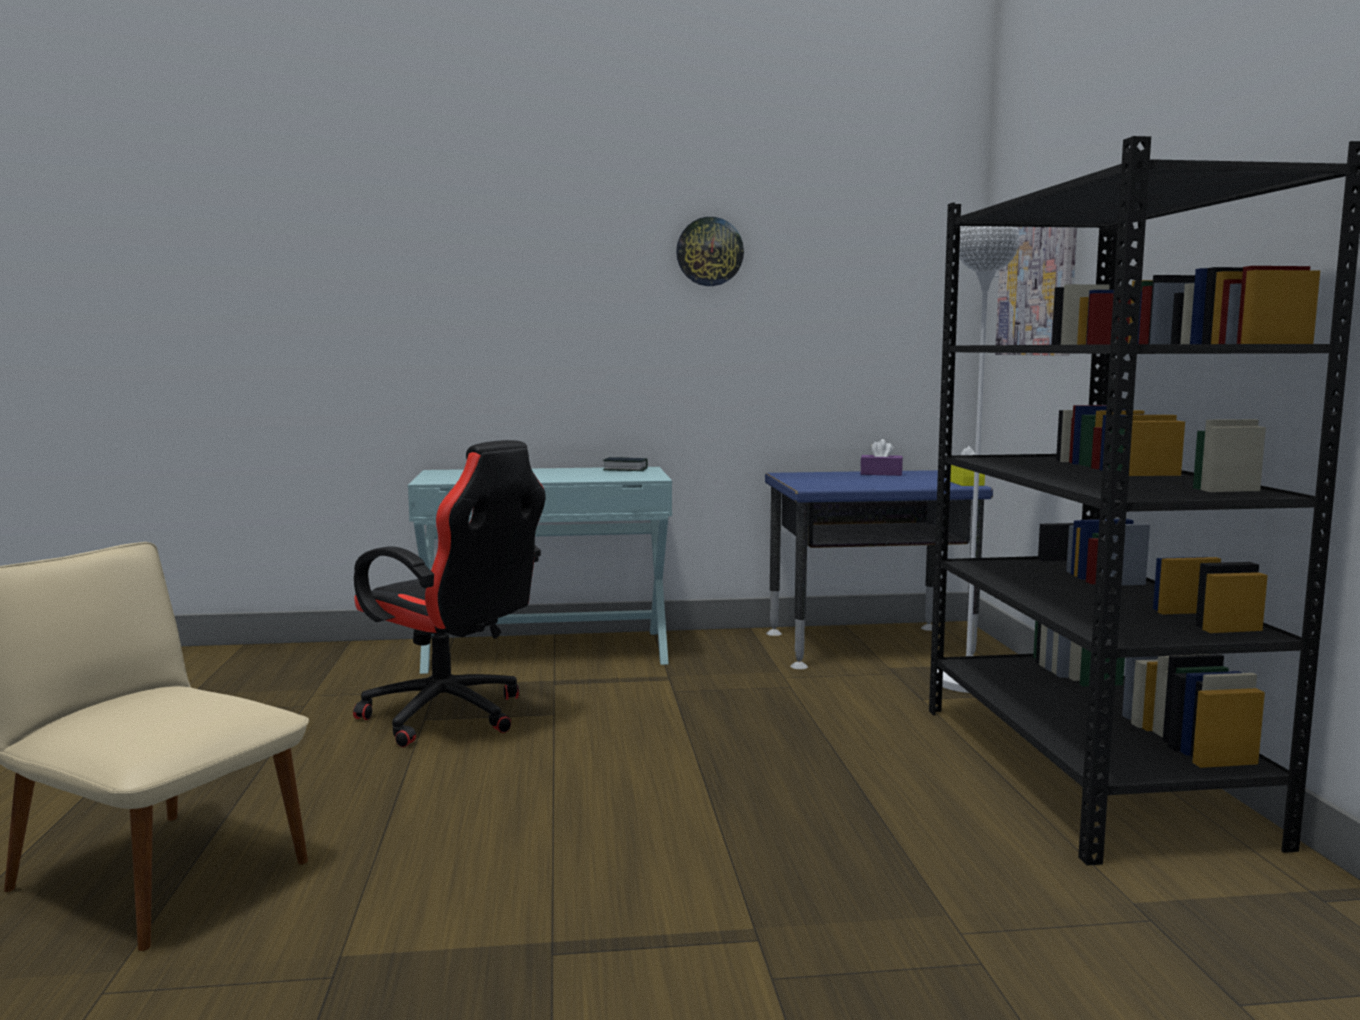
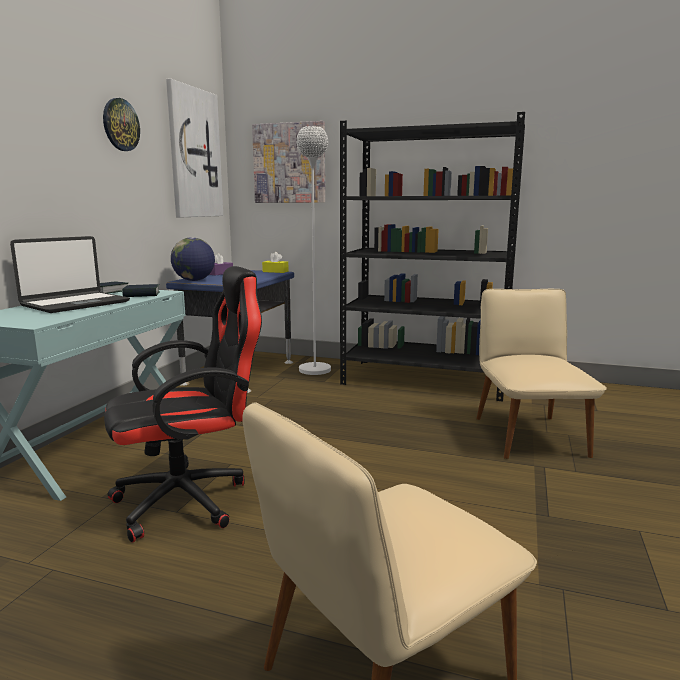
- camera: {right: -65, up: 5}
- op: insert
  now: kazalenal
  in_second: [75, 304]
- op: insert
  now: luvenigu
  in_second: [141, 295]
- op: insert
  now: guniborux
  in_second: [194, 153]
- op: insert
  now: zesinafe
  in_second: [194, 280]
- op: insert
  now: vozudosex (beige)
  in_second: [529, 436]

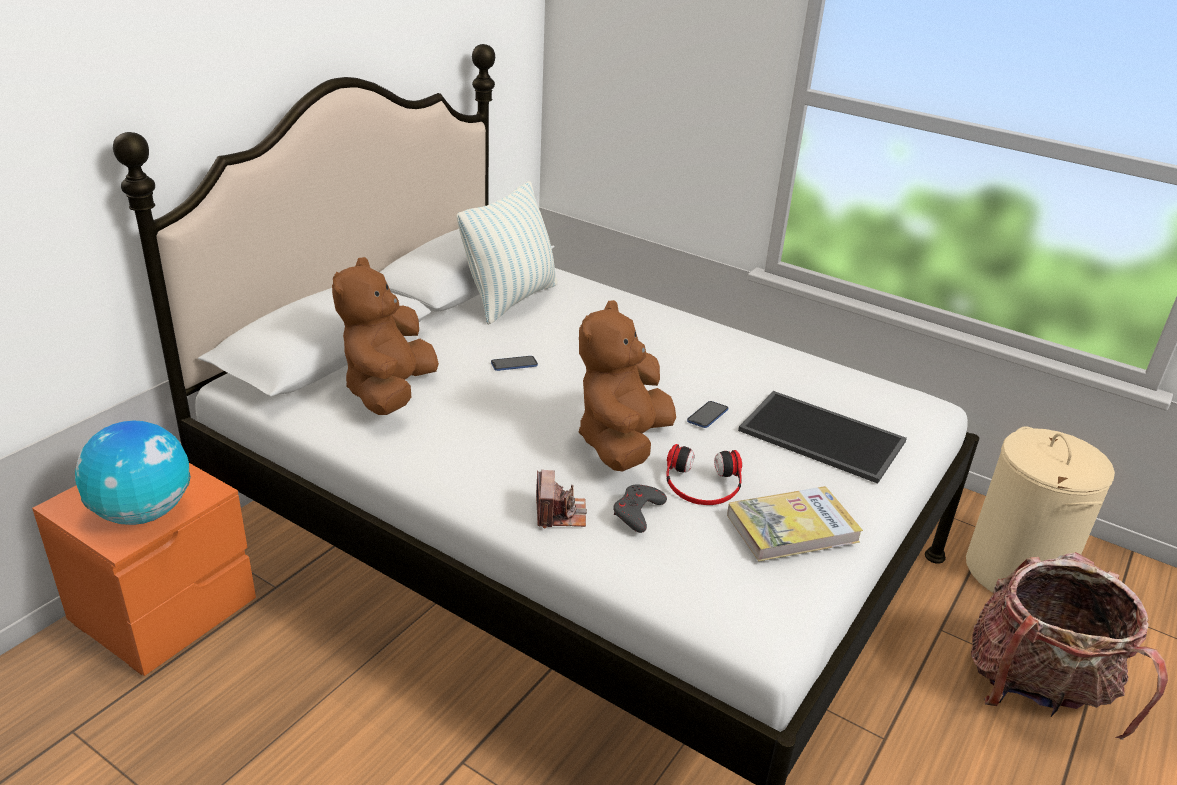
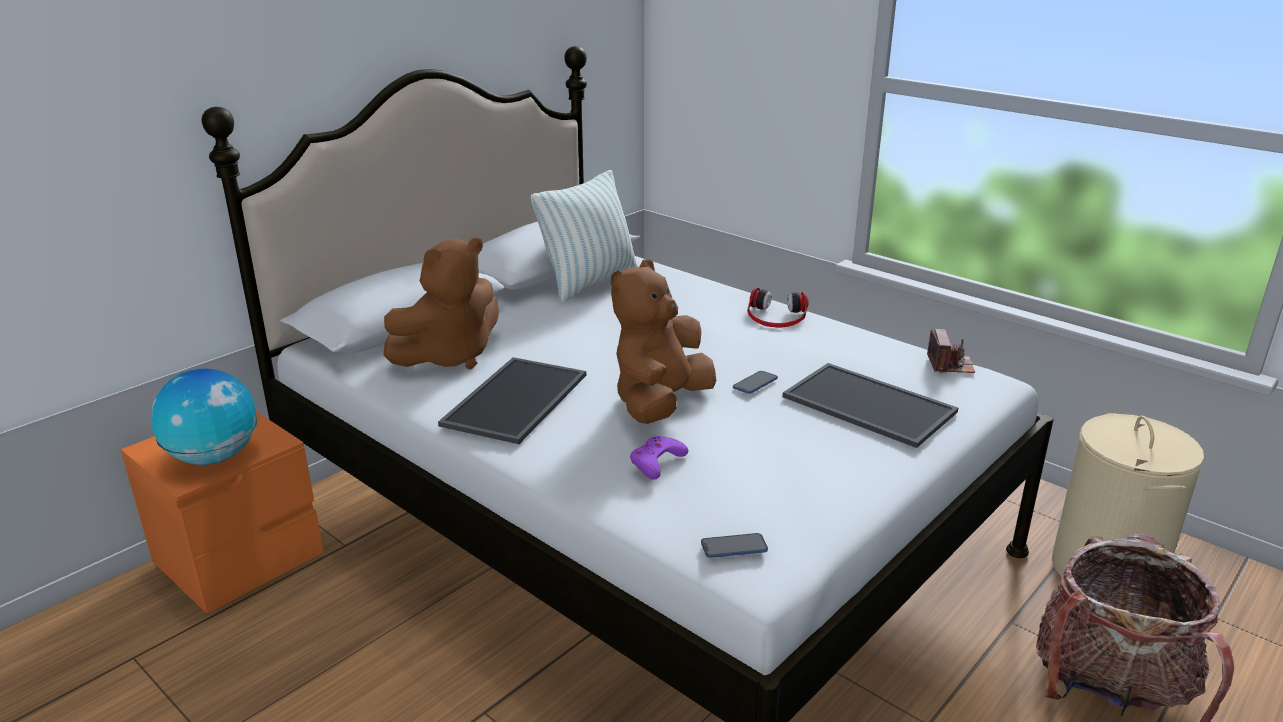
- camera: {right: 10, up: -5}
- op: delete
  was: luvenigu
  in_first: [792, 528]
- op: insert
  now: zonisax
  in_second: [517, 401]
- op: move
  was: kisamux
  in_first: [514, 364]
  in_second: [734, 547]
- op: move
  was: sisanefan
  in_first: [560, 513]
  in_second: [950, 365]
- op: move
  was: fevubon
  in_first: [702, 483]
  in_second: [776, 316]
- op: recolor
  was: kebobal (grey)
  now: kebobal (purple)
  in_first: [637, 512]
  in_second: [656, 462]
- op: rotate
  was: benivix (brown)
  in_first: [389, 392]
  in_second: [450, 356]
  clockwise: -150

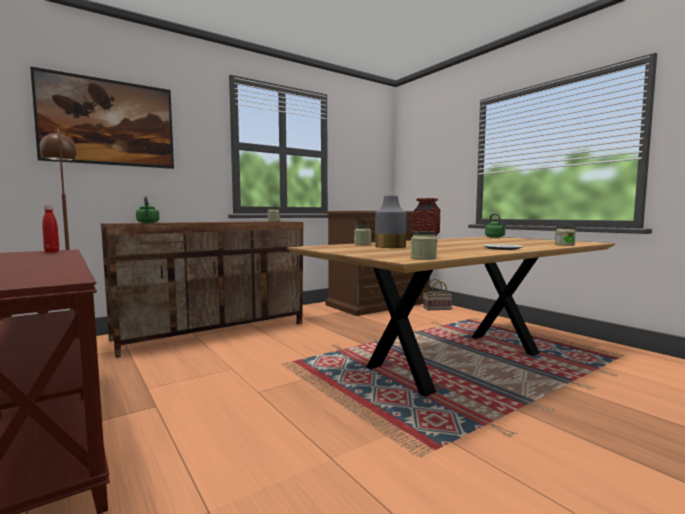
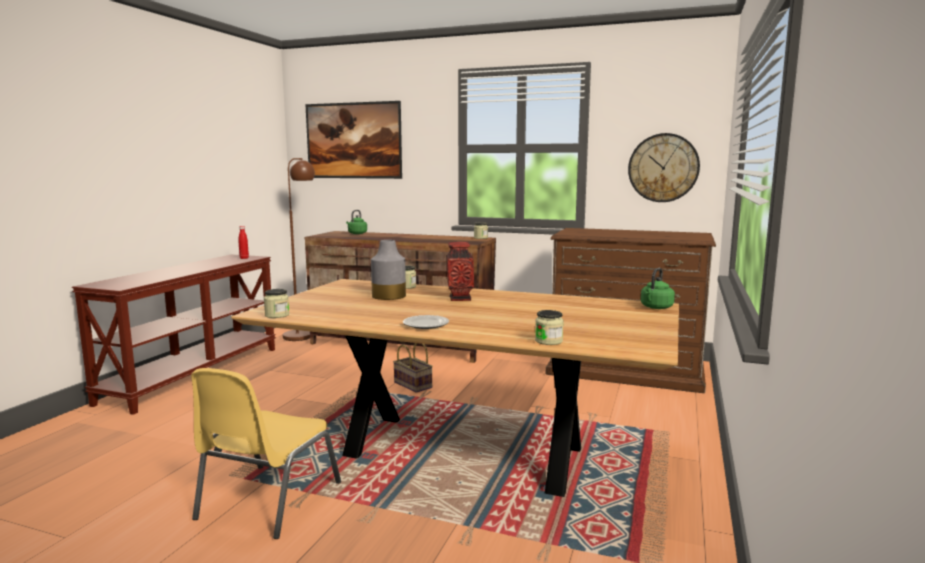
- camera: {right: 55, up: 5}
- op: insert
  now: vozudosex (yellow)
  in_second: [267, 501]
- op: insert
  now: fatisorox
  in_second: [663, 168]
- op: move
  was: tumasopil
  in_first: [437, 308]
  in_second: [414, 385]

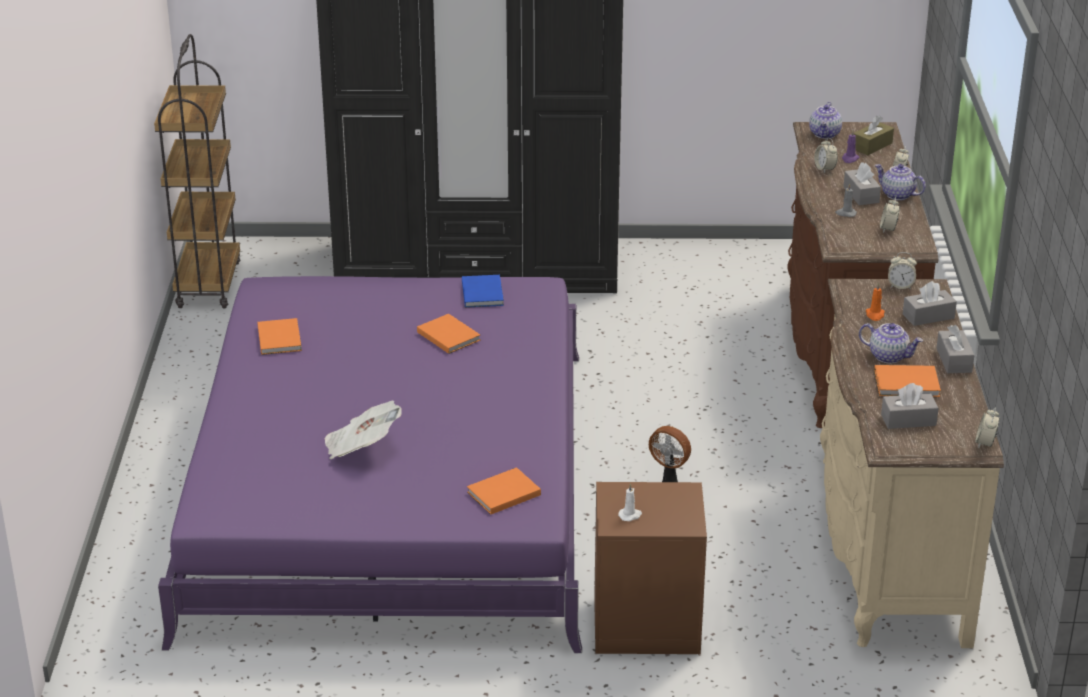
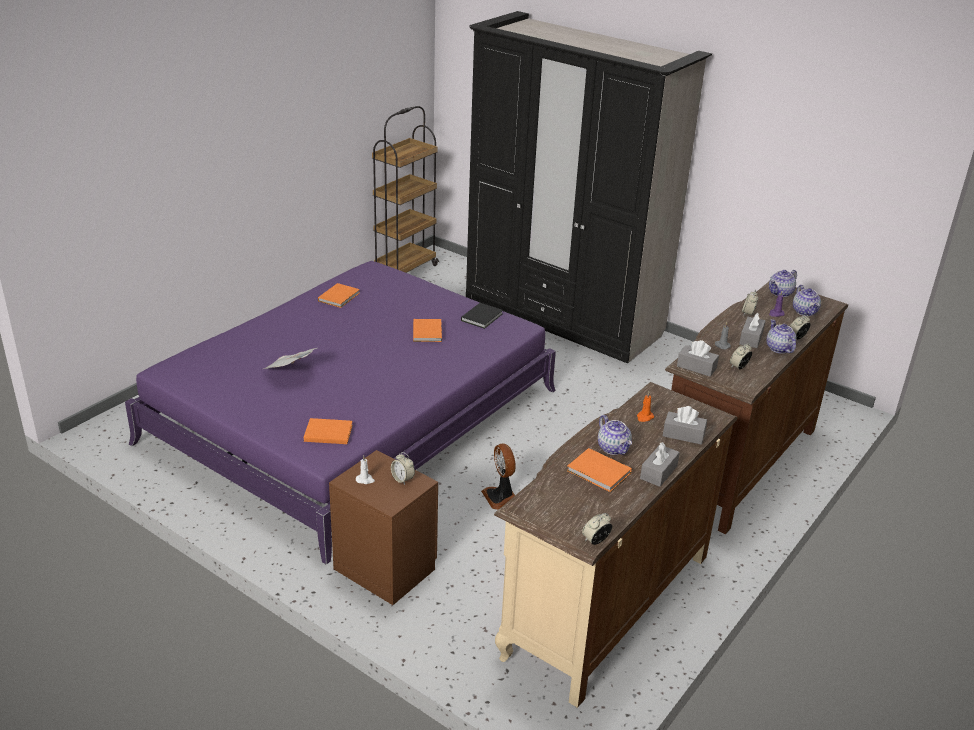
- camera: {right: 35, up: 0}
- op: move
  was: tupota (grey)
  in_first: [908, 420]
  in_second: [696, 367]
- op: move
  was: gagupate
  in_first: [900, 286]
  in_second: [402, 479]
- op: replace
  was: tupota (brown)
  now: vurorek
  in_first: [872, 146]
  in_second: [805, 312]
- op: recolor
  was: luvenigu (blue)
  now: luvenigu (black)
  in_first: [483, 293]
  in_second: [483, 317]

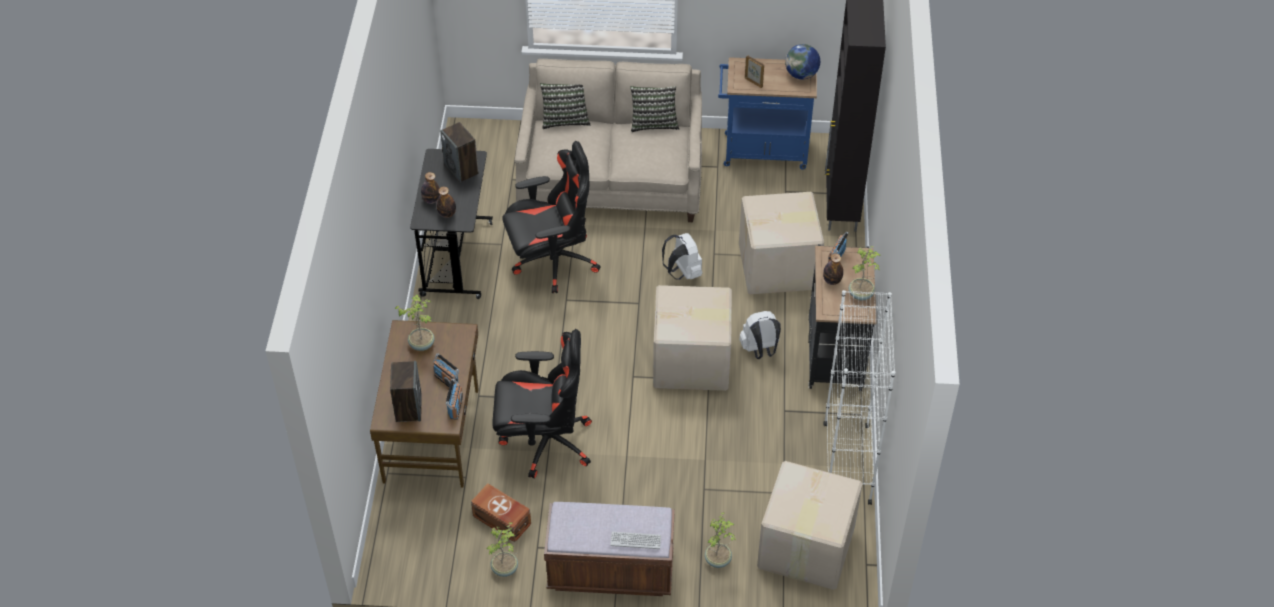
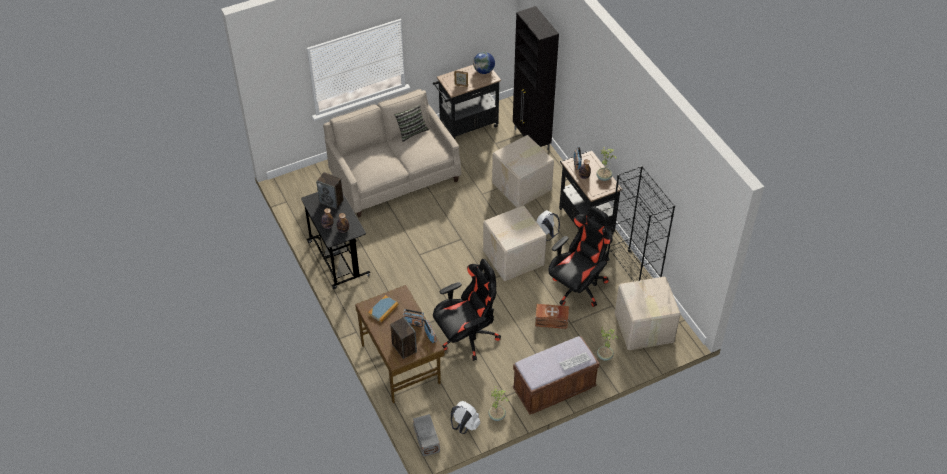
- camera: {right: -30, up: 0}
- op: delete
  was: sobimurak
  in_first: [565, 119]
- op: insert
  now: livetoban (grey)
  in_second: [426, 440]
- op: move
  was: livetoban (brown)
  in_first: [502, 521]
  in_second: [552, 321]
- op: move
  was: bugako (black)
  in_first: [550, 264]
  in_second: [576, 290]
- op: move
  was: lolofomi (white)
  in_first: [683, 272]
  in_second: [464, 426]
- op: replace
  was: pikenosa
  now: luvenigu
  in_first: [421, 344]
  in_second: [383, 309]
- op: recolor
  was: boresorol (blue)
  now: boresorol (black)
  in_first: [762, 151]
  in_second: [466, 126]
- op: recolor
  was: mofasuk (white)
  now: mofasuk (black)
  in_first: [847, 462]
  in_second: [632, 274]

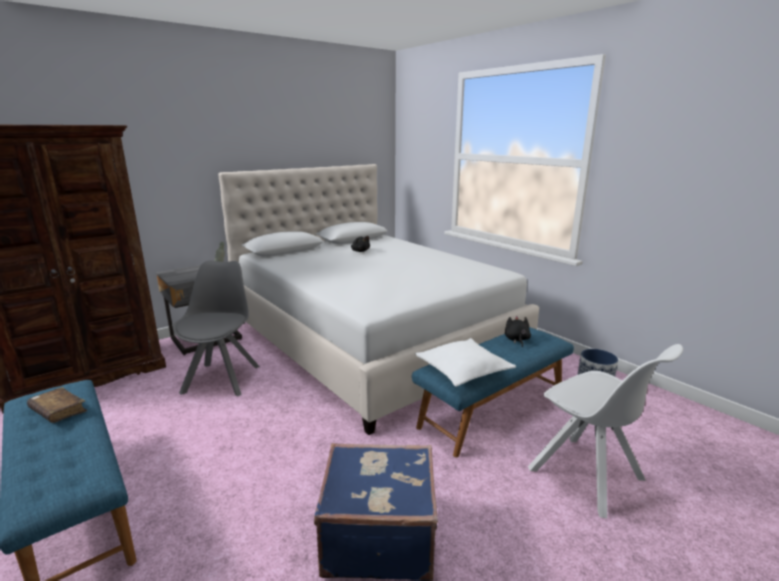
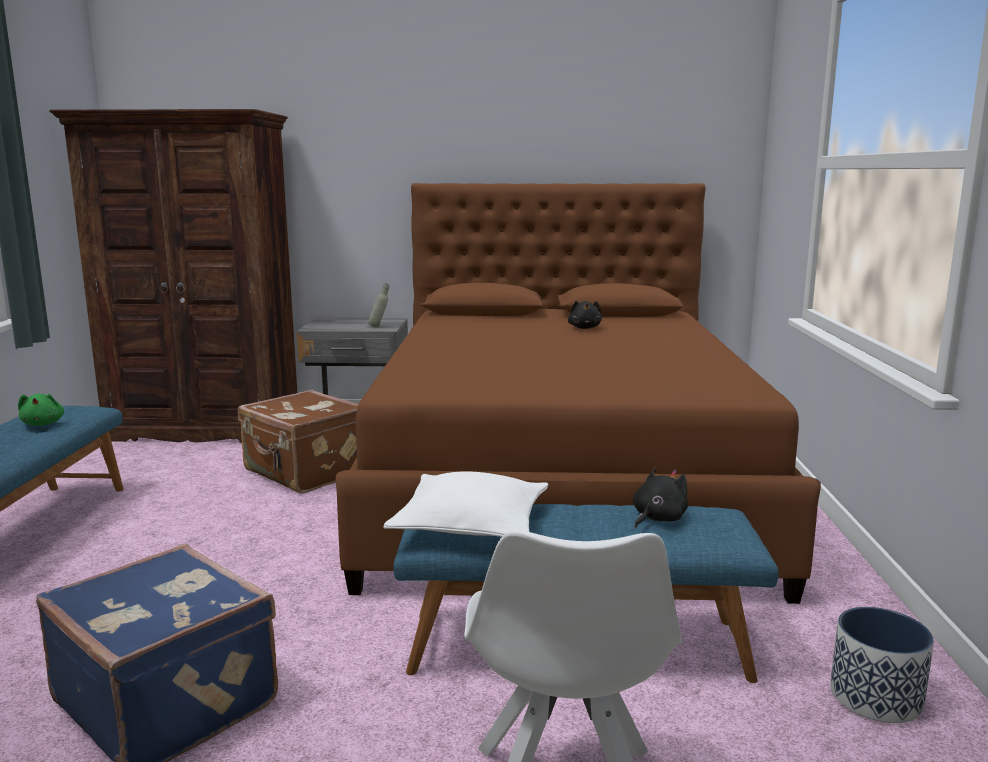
- camera: {right: 40, up: -5}
- op: replace
  was: luvenigu (brown)
  now: benivix (green)
  in_first: [58, 411]
  in_second: [43, 424]
- op: replace
  was: vozudosex (grey)
  now: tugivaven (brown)
  in_first: [222, 378]
  in_second: [306, 472]
- op: recolor
  was: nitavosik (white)
  now: nitavosik (brown)
  in_first: [372, 339]
  in_second: [560, 485]

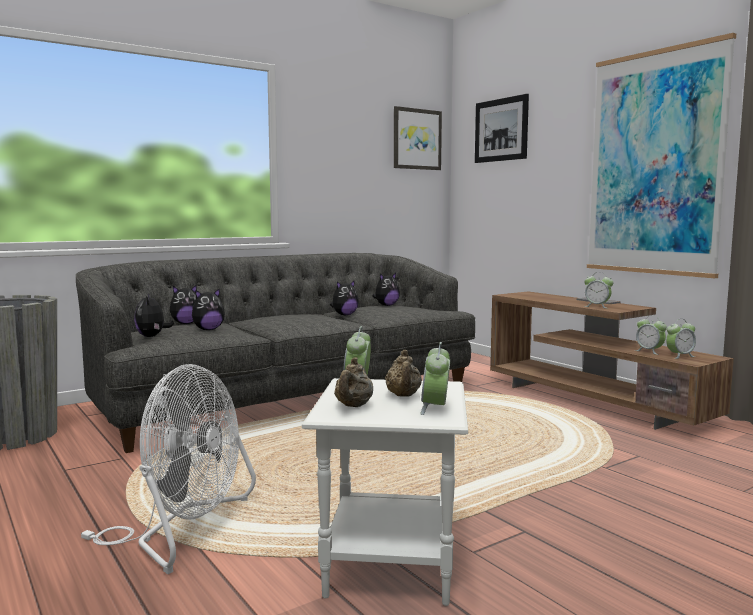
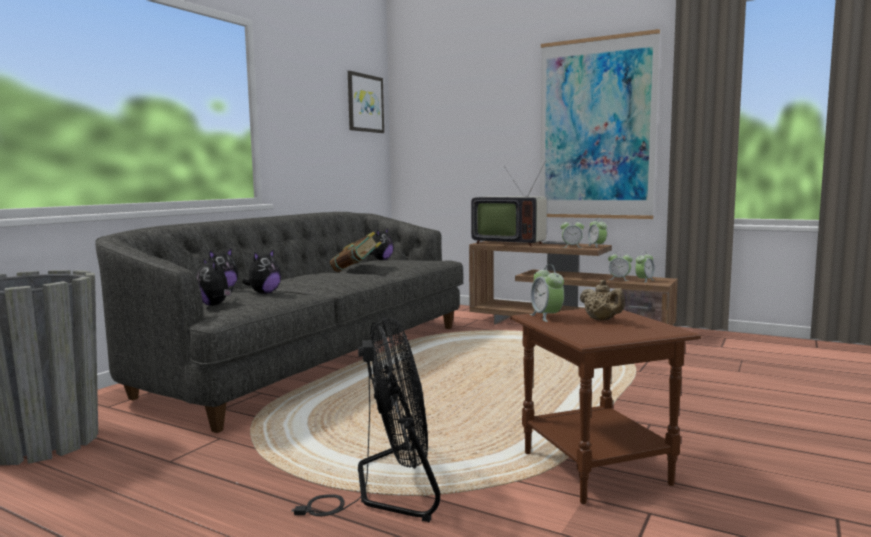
- camera: {right: -25, up: 0}
- op: delete
  was: vurorek (beige)
  in_first: [353, 406]
- op: delete
  was: guniborux
  in_first: [501, 130]
- op: insert
  now: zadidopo
  in_second: [509, 243]
- op: move
  was: gagupate
  in_first: [435, 408]
  in_second: [597, 246]
- op: replace
  was: benivix
  now: luvenigu
  in_first: [344, 315]
  in_second: [356, 271]
- op: recolor
  was: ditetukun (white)
  now: ditetukun (black)
  in_first: [180, 531]
  in_second: [384, 486]
- op: recolor
  was: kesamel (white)
  now: kesamel (brown)
  in_first: [390, 566]
  in_second: [596, 469]

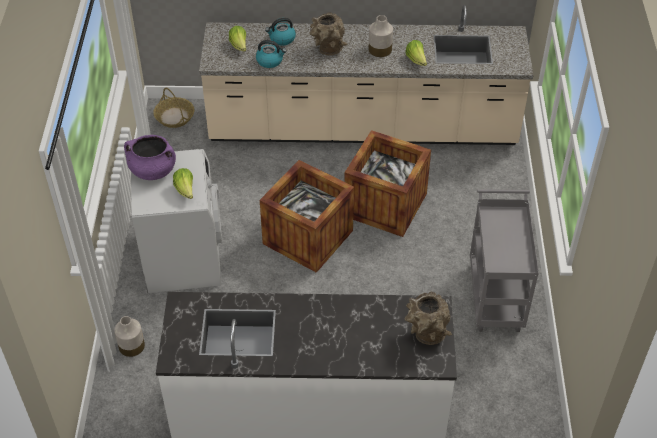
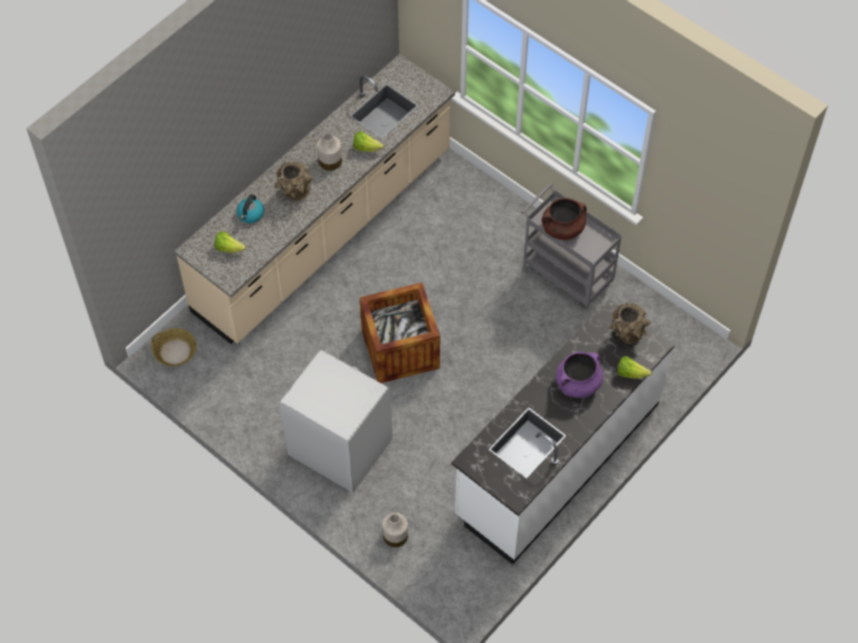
- camera: {right: -50, up: 10}
- op: delete
  was: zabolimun
  in_first: [270, 61]
- op: delete
  was: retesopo
  in_first: [385, 205]
- op: insert
  now: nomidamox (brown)
  in_second: [562, 229]
- op: move
  was: nomidamox (purple)
  in_first: [152, 170]
  in_second: [578, 384]
- op: move
  was: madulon
  in_first: [185, 190]
  in_second: [631, 373]

